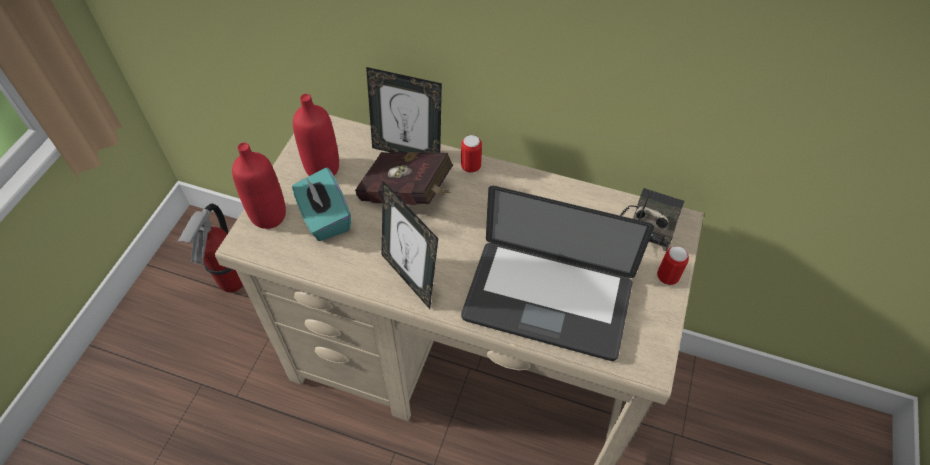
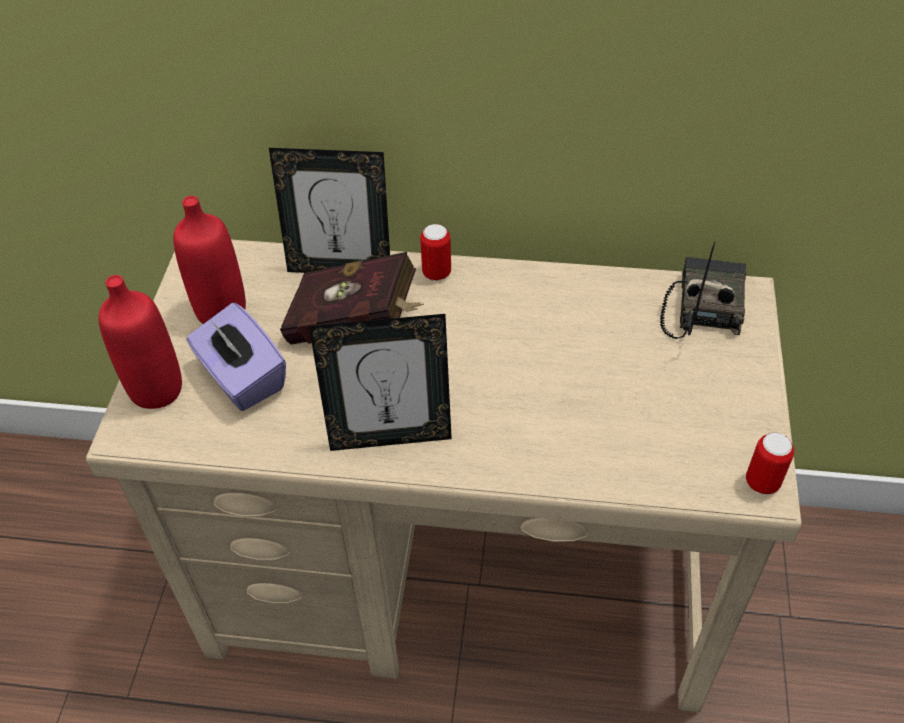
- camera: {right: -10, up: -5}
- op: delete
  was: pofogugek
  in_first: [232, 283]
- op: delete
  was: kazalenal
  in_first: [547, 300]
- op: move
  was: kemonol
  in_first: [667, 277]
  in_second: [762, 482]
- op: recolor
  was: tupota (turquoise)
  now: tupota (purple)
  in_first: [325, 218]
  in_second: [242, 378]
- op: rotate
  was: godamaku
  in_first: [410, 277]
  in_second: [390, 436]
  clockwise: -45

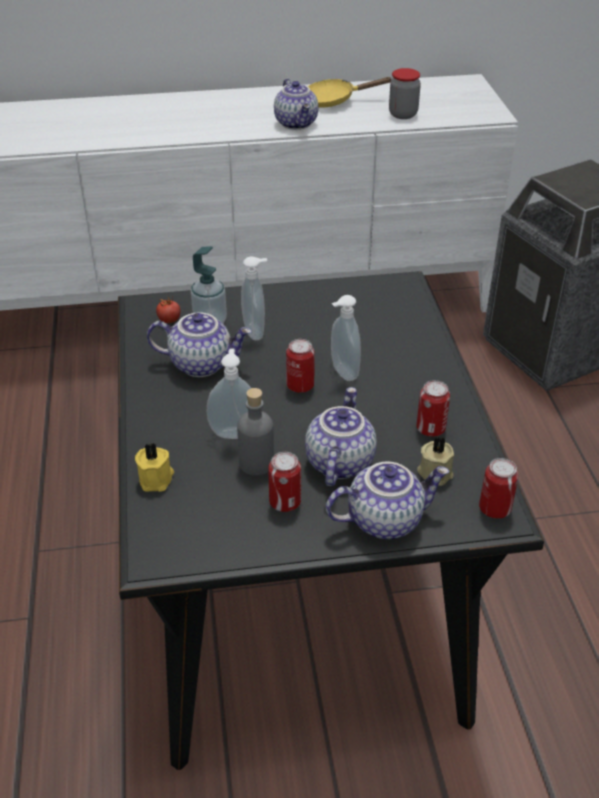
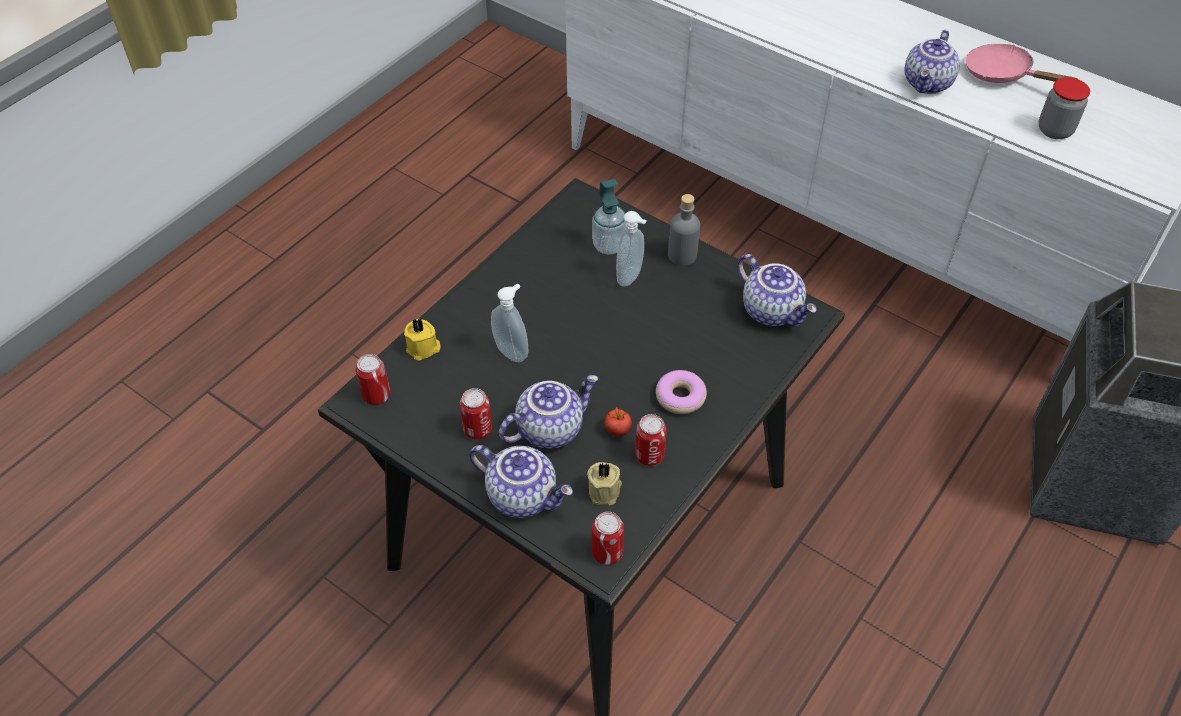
- camera: {right: 45, up: 10}
- op: delete
  was: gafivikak
  in_first: [342, 373]
- op: insert
  now: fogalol
  in_second: [680, 397]
- op: move
  was: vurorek
  in_first: [202, 363]
  in_second: [773, 311]
- op: move
  was: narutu
  in_first: [169, 320]
  in_second: [617, 430]
- op: move
  was: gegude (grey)
  in_first: [256, 463]
  in_second: [682, 255]
- op: move
  was: kemonol
  in_first: [300, 386]
  in_second: [376, 395]
- op: recolor
  was: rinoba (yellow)
  now: rinoba (pink)
  in_first: [333, 101]
  in_second: [1003, 75]

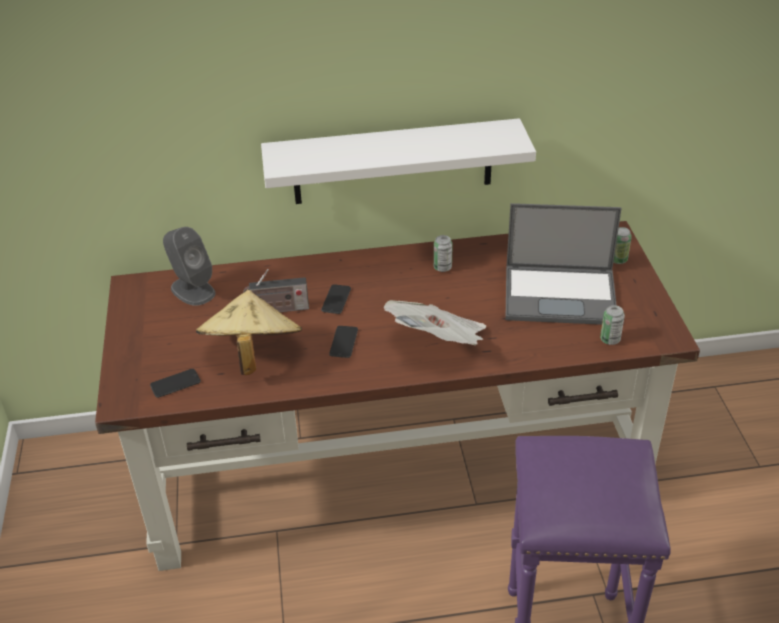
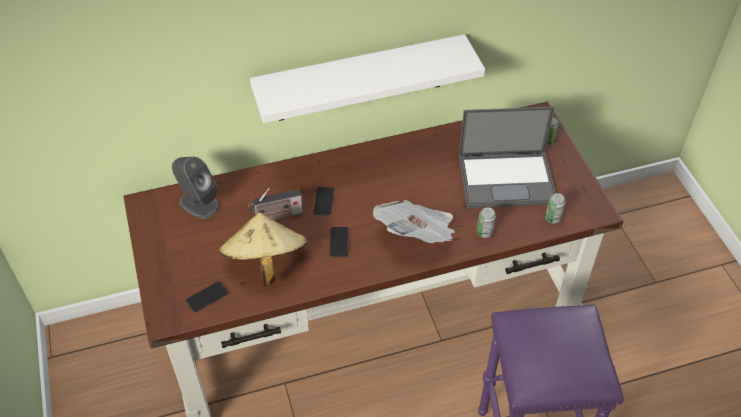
- camera: {right: -10, up: 10}
- op: move
  was: kemonol
  in_first: [442, 267]
  in_second: [484, 232]

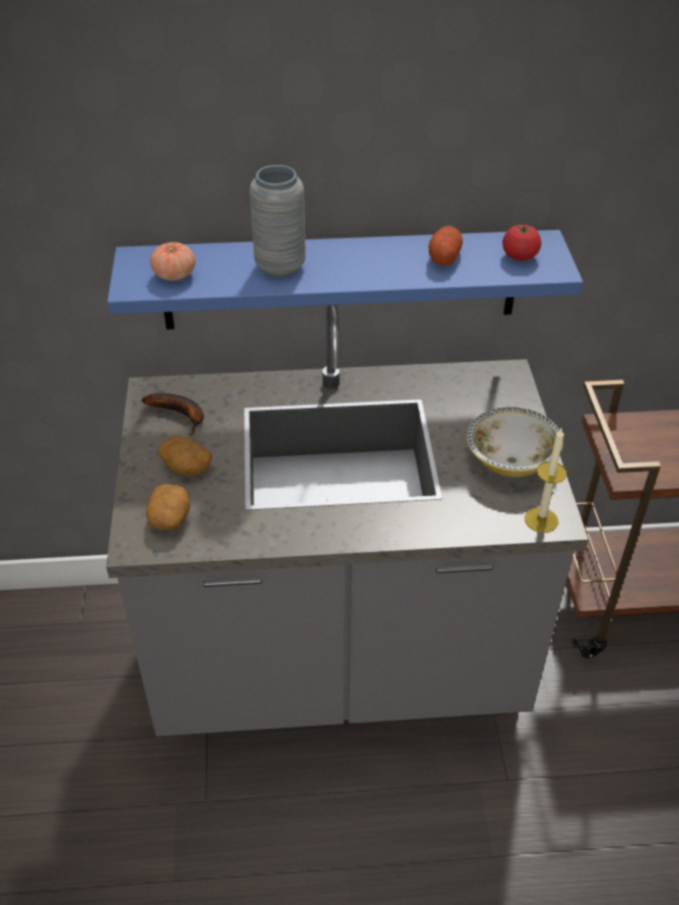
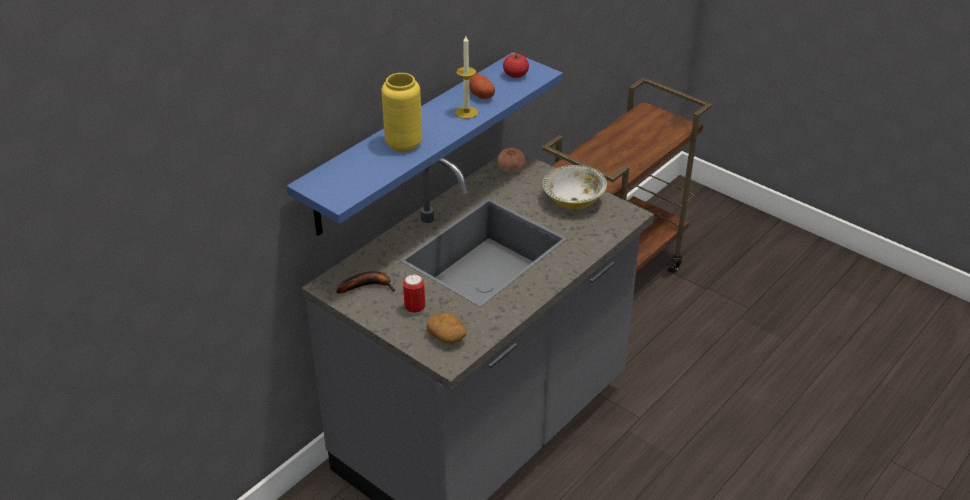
- camera: {right: -45, up: -5}
- op: move
  was: narutu
  in_first: [174, 275]
  in_second: [511, 168]
- op: move
  was: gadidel
  in_first: [541, 520]
  in_second: [466, 112]
- op: replace
  was: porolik
  now: kemonol
  in_first: [185, 467]
  in_second: [415, 309]
- op: recolor
  was: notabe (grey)
  now: notabe (yellow)
  in_first: [280, 266]
  in_second: [403, 144]

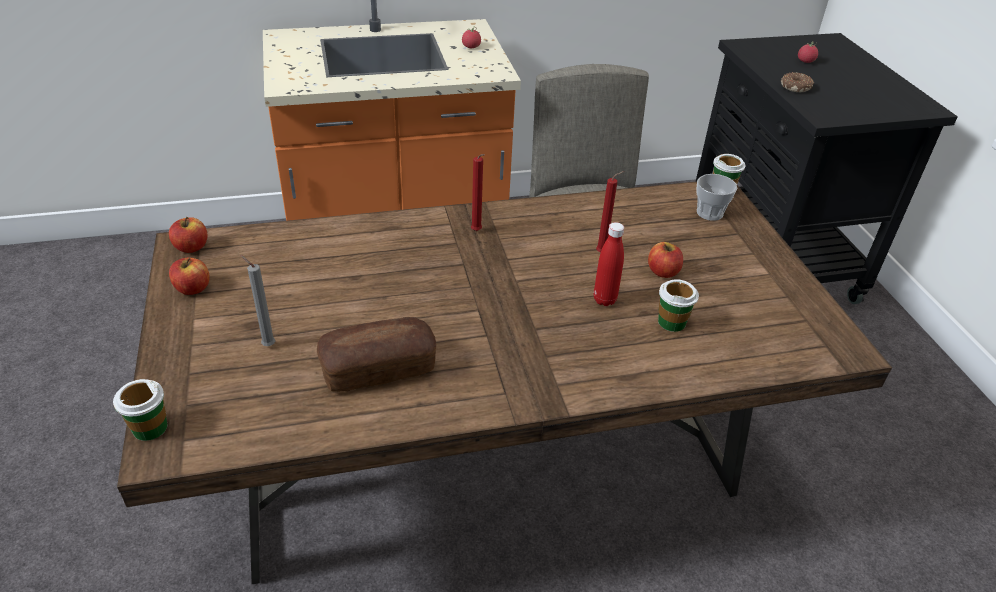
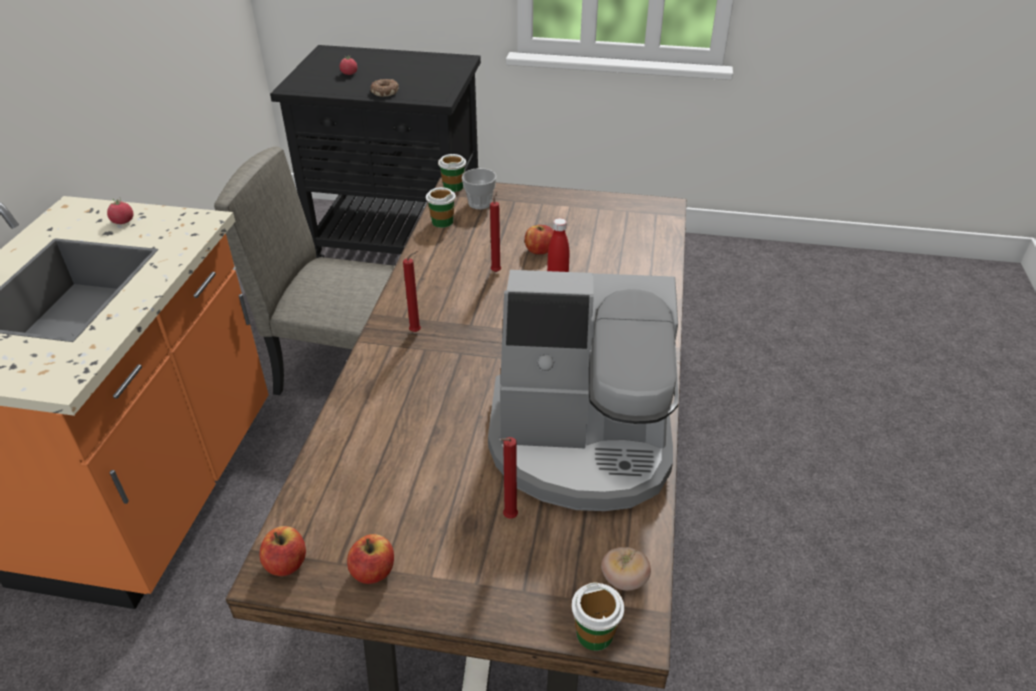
- camera: {right: -65, up: 0}
- op: insert
  now: narutu
  in_second: [624, 580]
- op: move
  was: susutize
  in_first: [671, 322]
  in_second: [442, 222]
- op: replace
  was: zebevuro
  now: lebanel
  in_first: [378, 369]
  in_second: [581, 442]
- op: recolor
  was: gadidel (grey)
  now: gadidel (red)
  in_first: [267, 345]
  in_second: [508, 518]

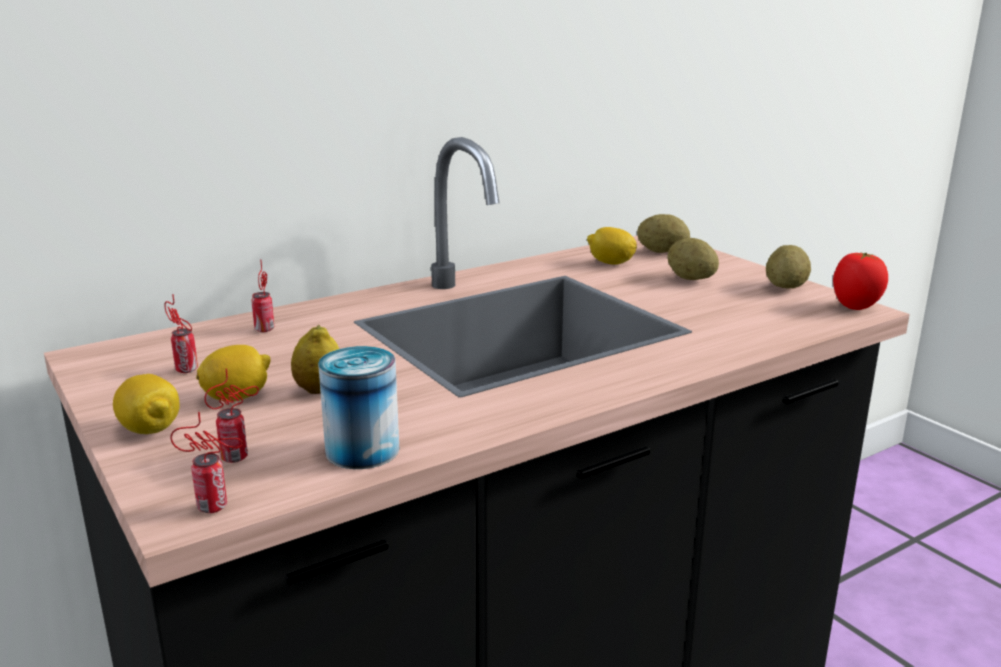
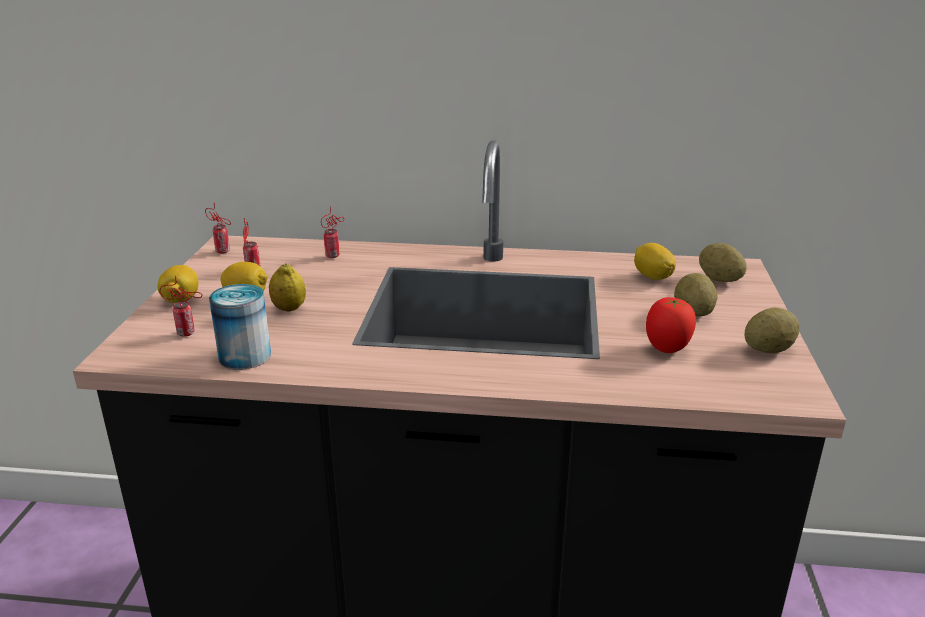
- camera: {right: 40, up: 5}
- op: move
  was: kemonol
  in_first: [216, 507]
  in_second: [224, 252]
- op: move
  was: narutu
  in_first: [855, 307]
  in_second: [667, 349]

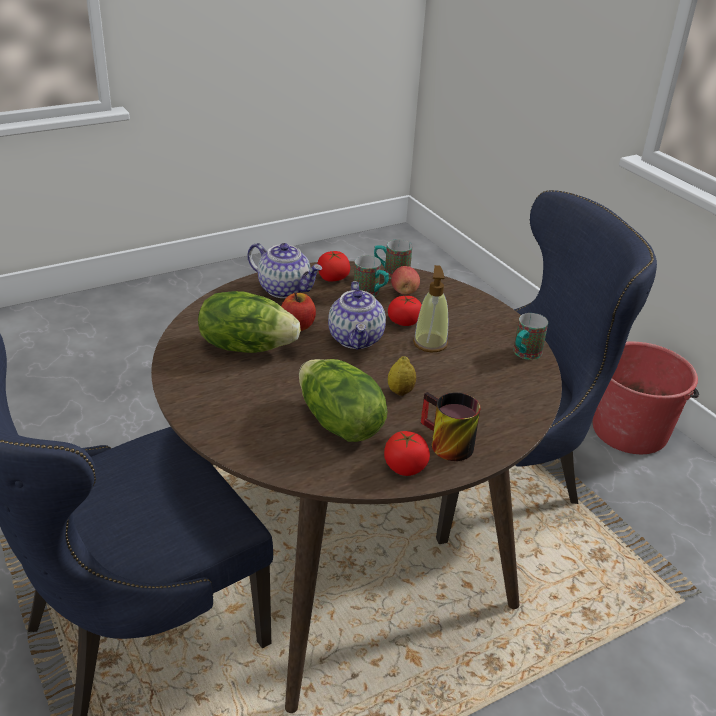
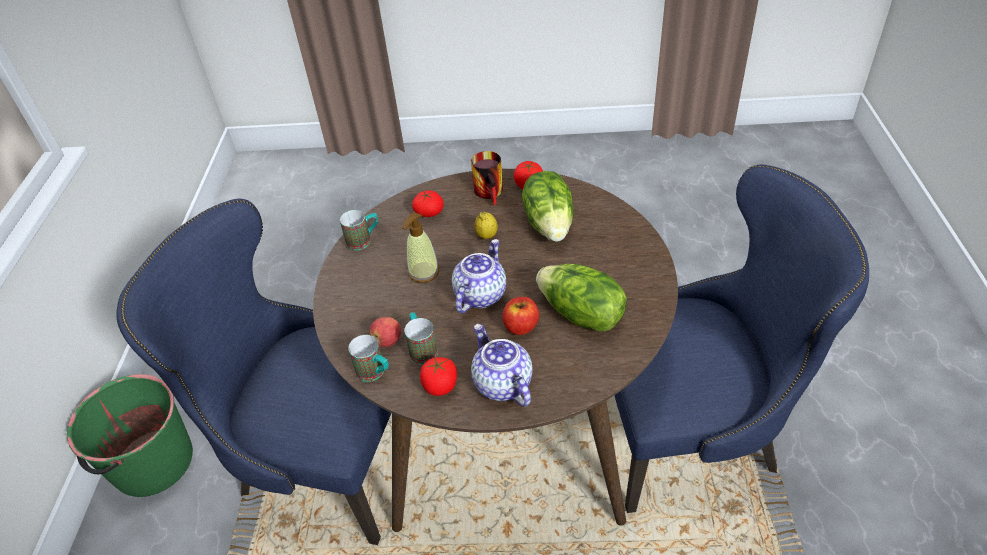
- camera: {right: -145, up: 10}
- op: move
  was: narutu
  in_first: [404, 321]
  in_second: [429, 212]
- op: recolor
  was: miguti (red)
  now: miguti (green)
  in_first: [630, 430]
  in_second: [152, 463]

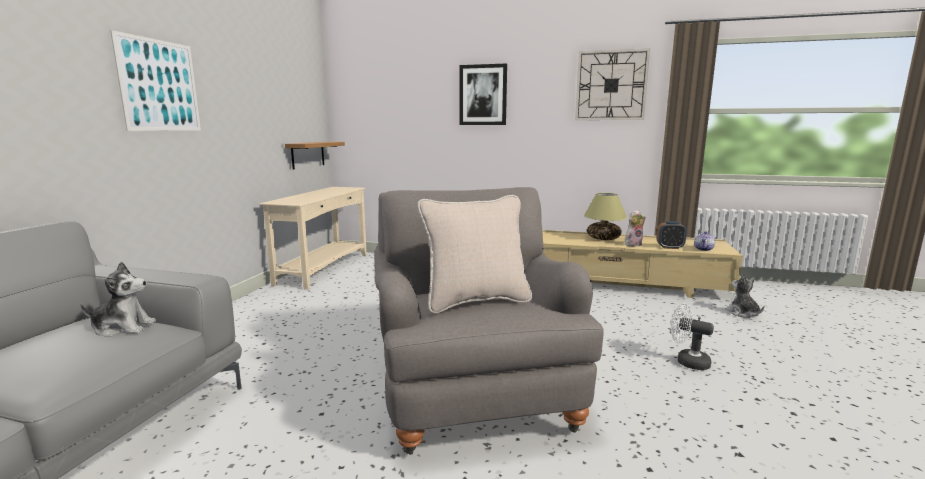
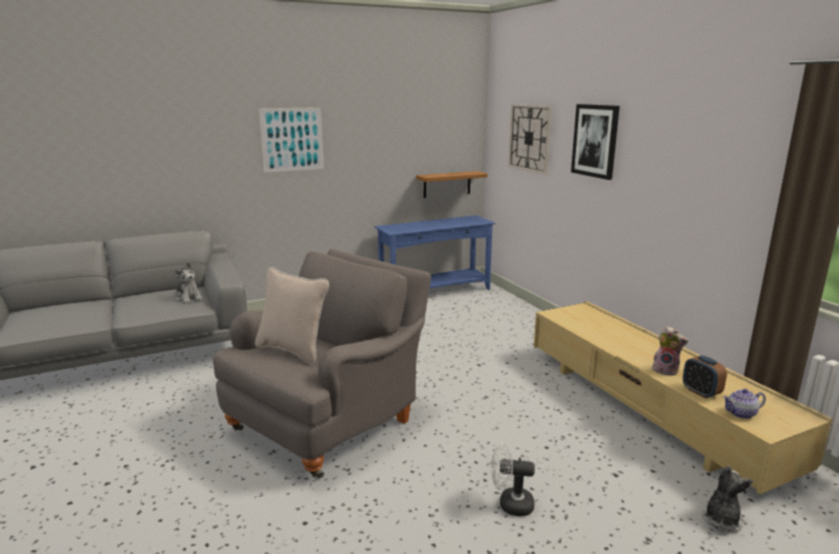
- camera: {right: 50, up: 5}
- op: delete
  was: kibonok
  in_first: [603, 238]
- op: move
  was: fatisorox
  in_first: [611, 85]
  in_second: [530, 138]
- op: recolor
  was: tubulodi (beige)
  now: tubulodi (blue)
  in_first: [323, 269]
  in_second: [435, 292]
- op: rotate
  was: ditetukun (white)
  in_first: [687, 361]
  in_second: [510, 504]
  clockwise: -75

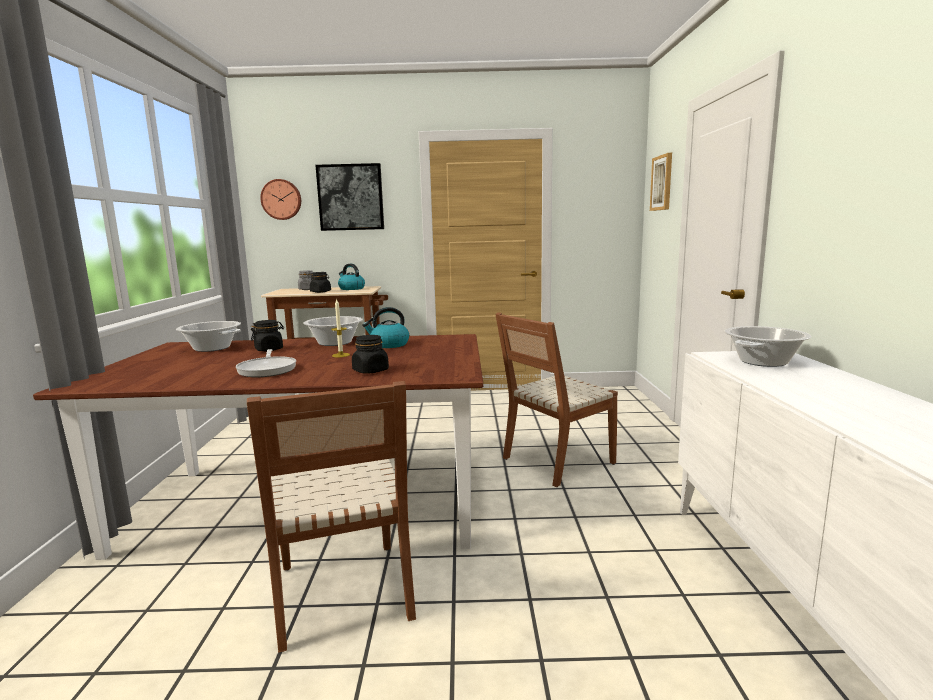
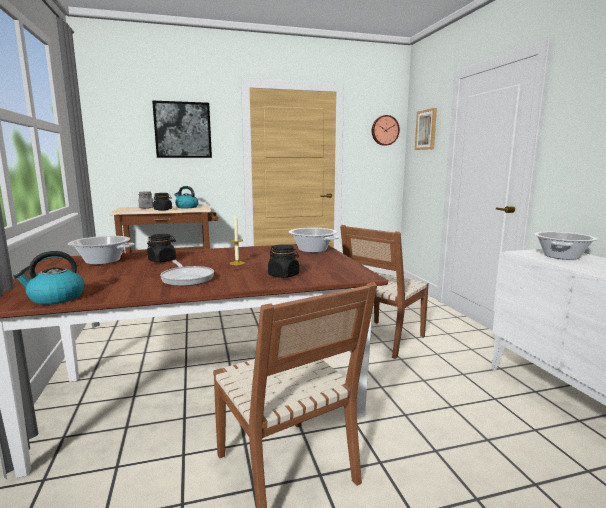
- camera: {right: -15, up: 0}
- op: move
  was: fatisorox
  in_first: [281, 199]
  in_second: [384, 130]
- op: move
  was: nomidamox
  in_first: [334, 343]
  in_second: [312, 250]
- op: move
  was: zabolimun
  in_first: [388, 345]
  in_second: [56, 298]

